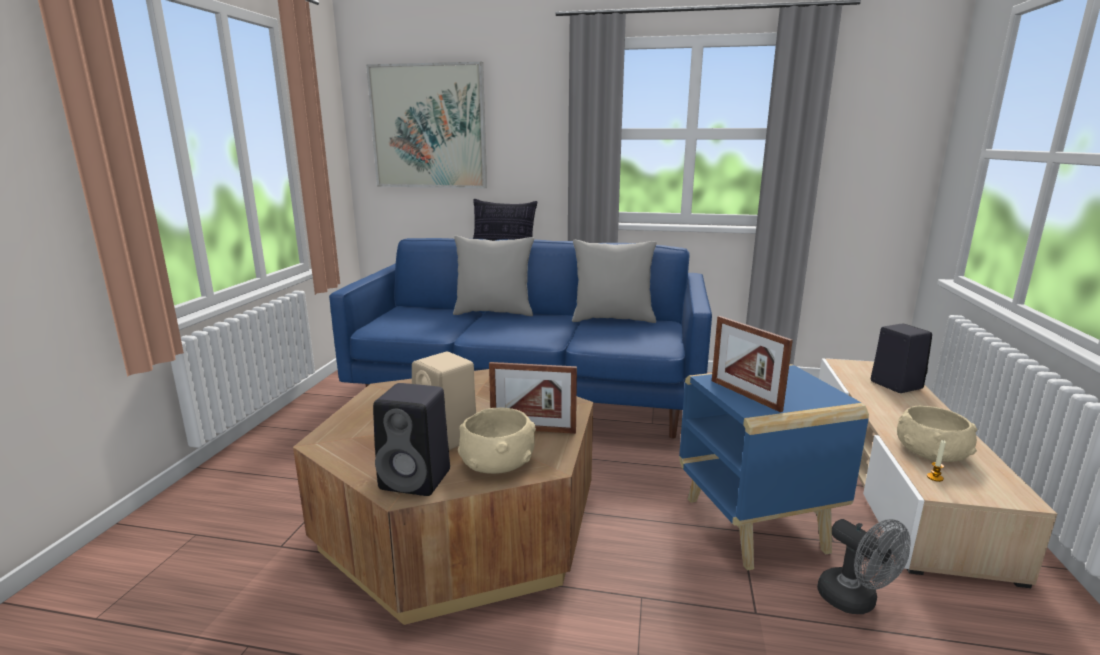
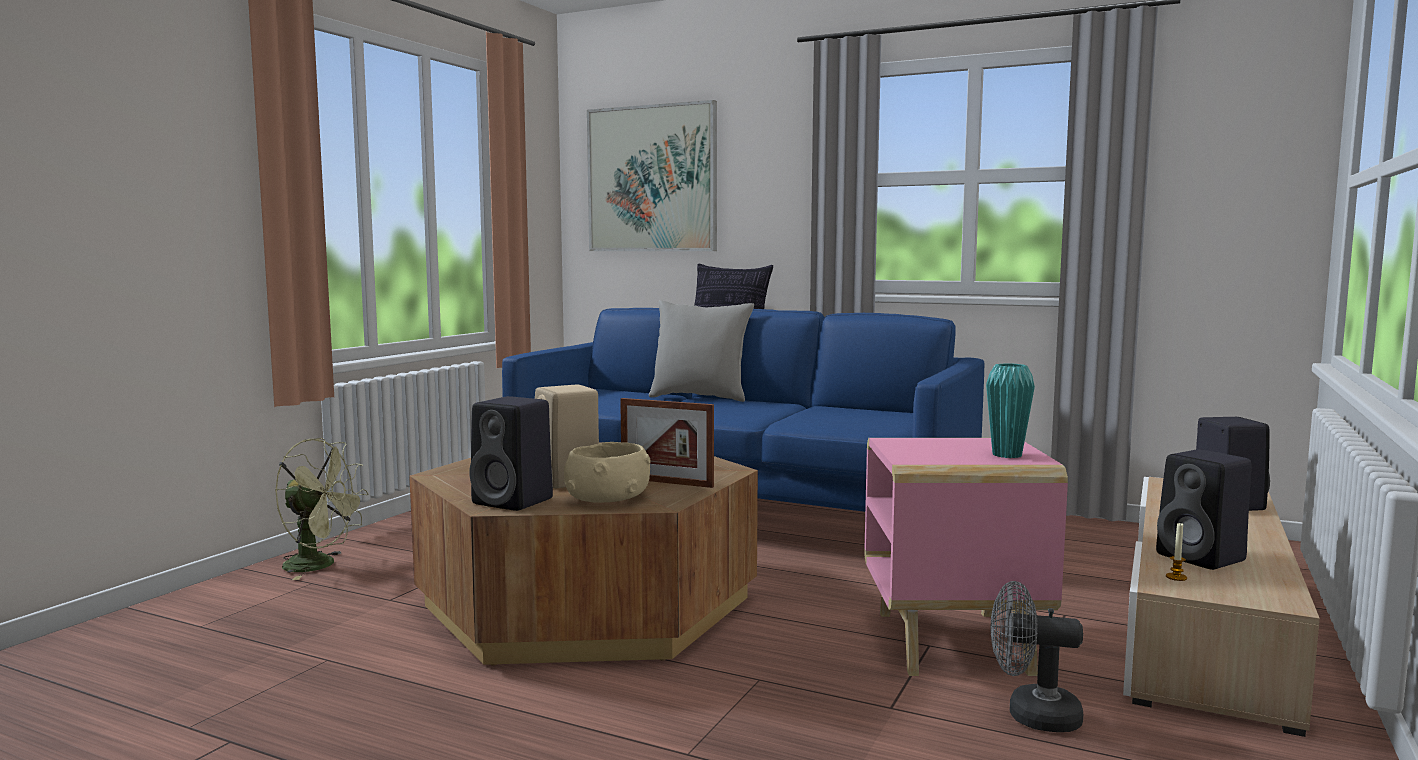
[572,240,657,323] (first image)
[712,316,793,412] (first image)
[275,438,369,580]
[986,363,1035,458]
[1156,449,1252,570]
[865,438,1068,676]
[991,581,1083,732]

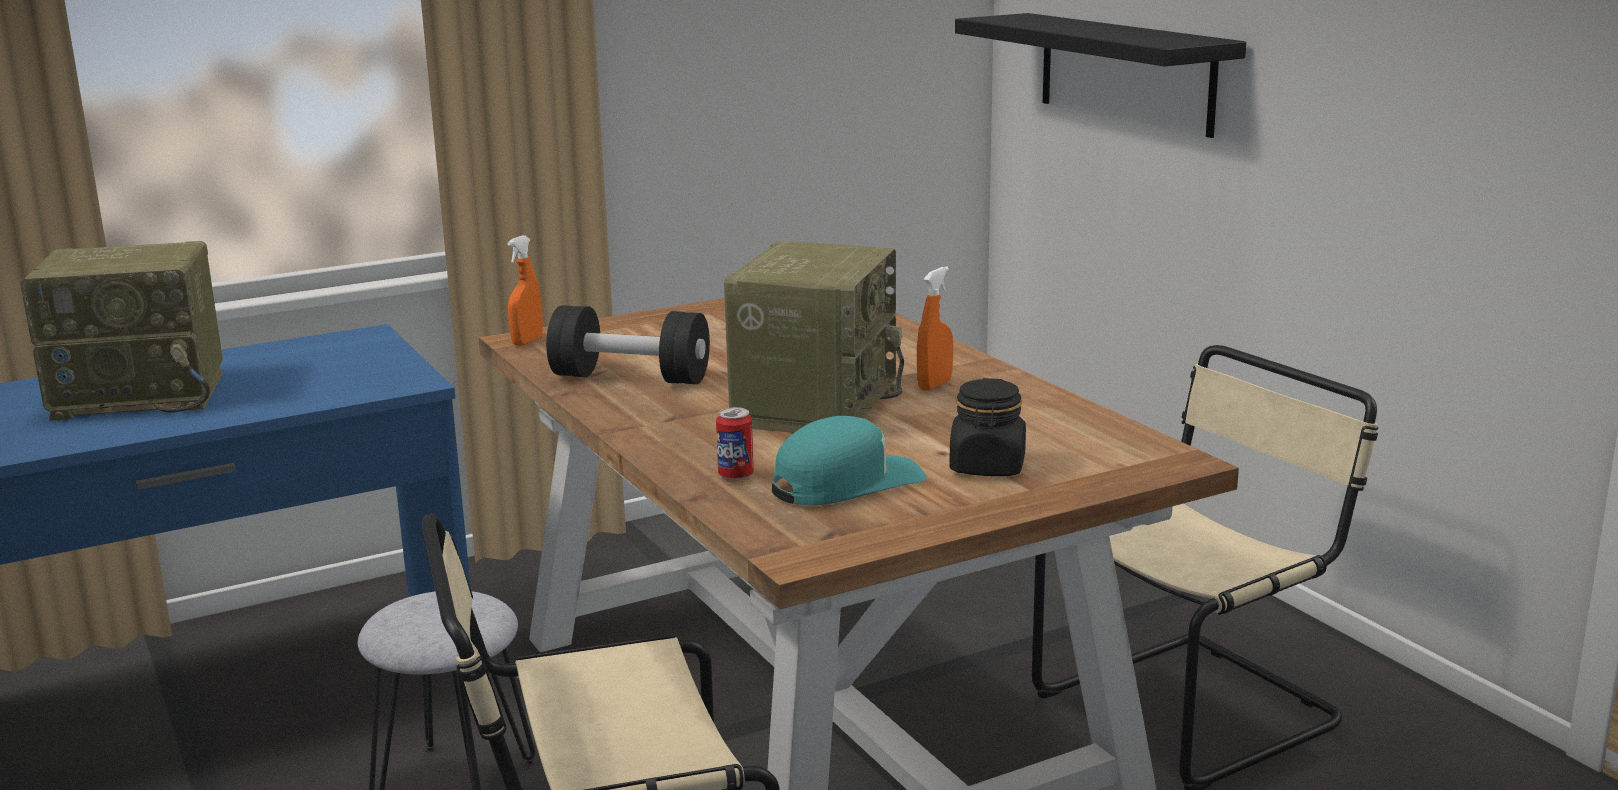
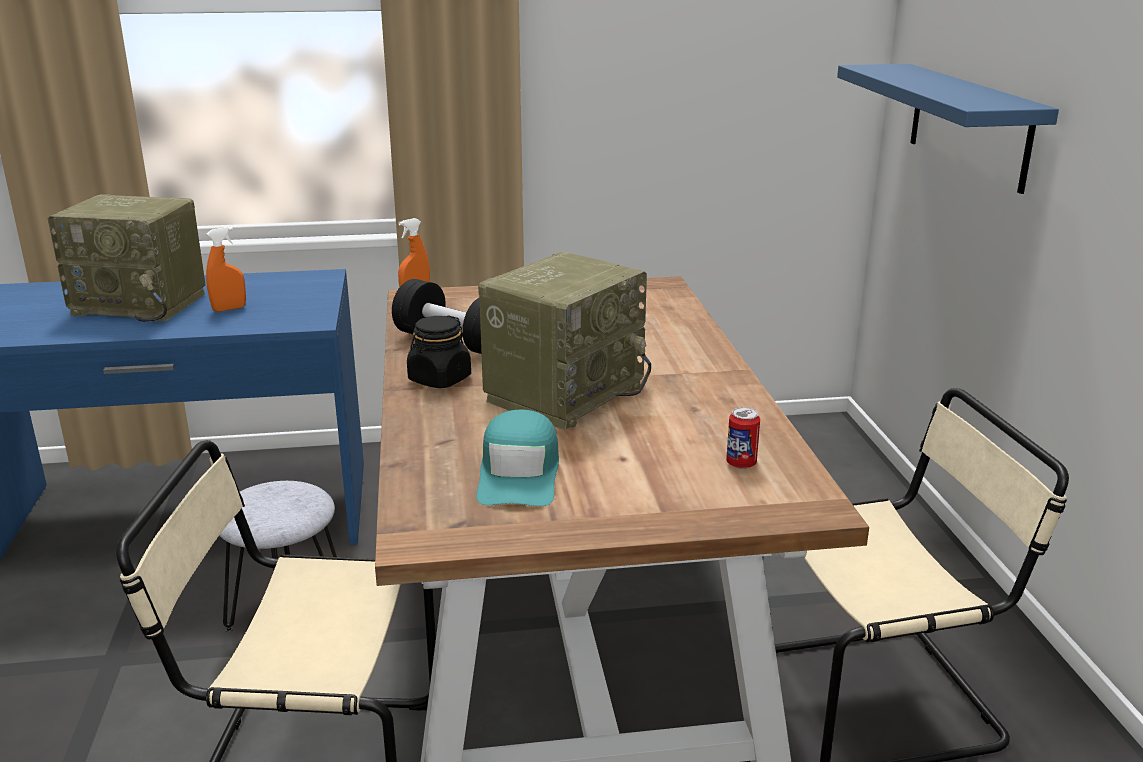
[726,407,760,469]
[206,227,246,312]
[407,315,471,388]
[837,64,1059,194]
[477,409,559,506]

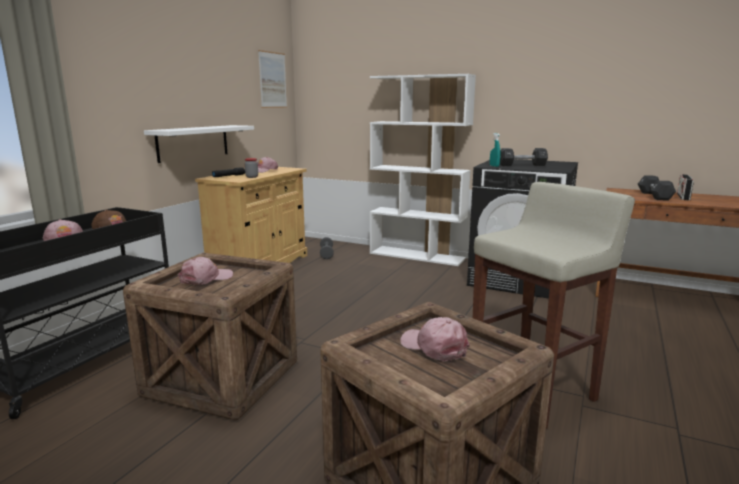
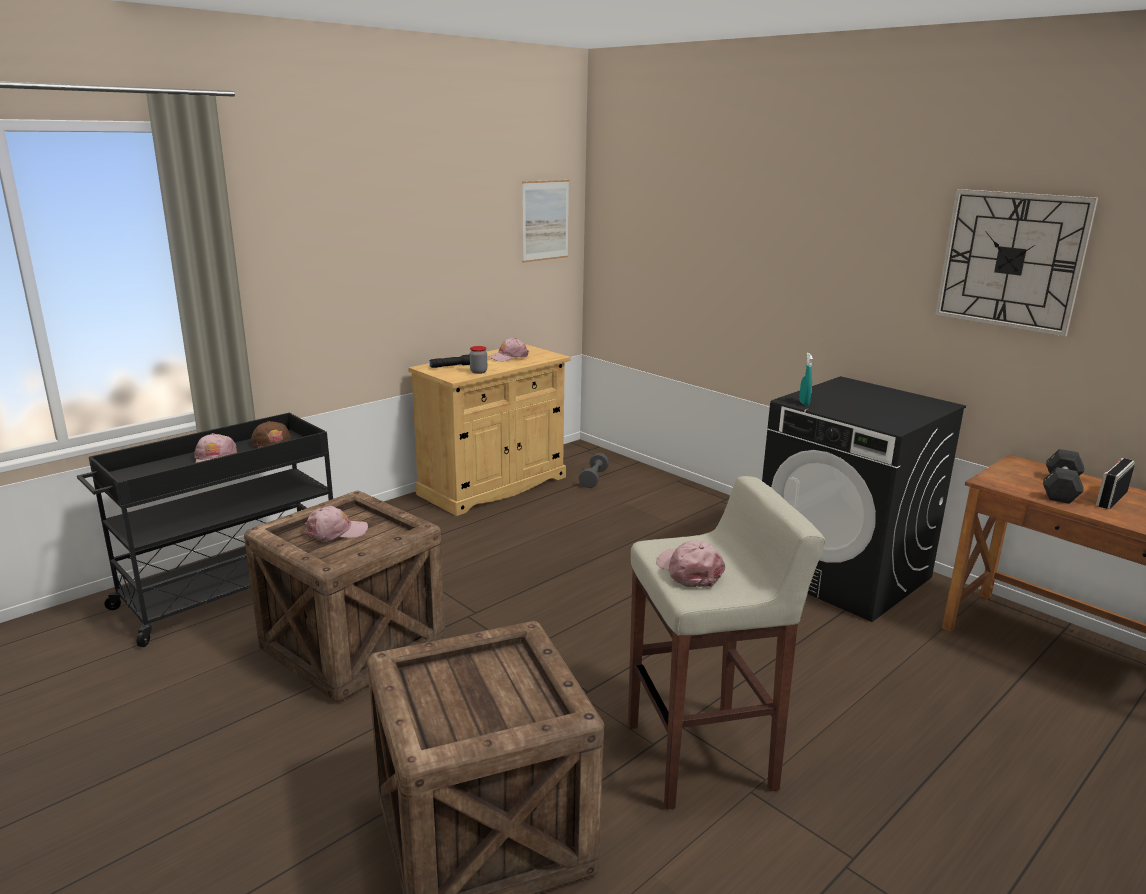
[144,125,254,163] (first image)
[370,74,476,266] (first image)
[500,148,548,166] (first image)
[934,189,1098,337]
[656,541,725,587]

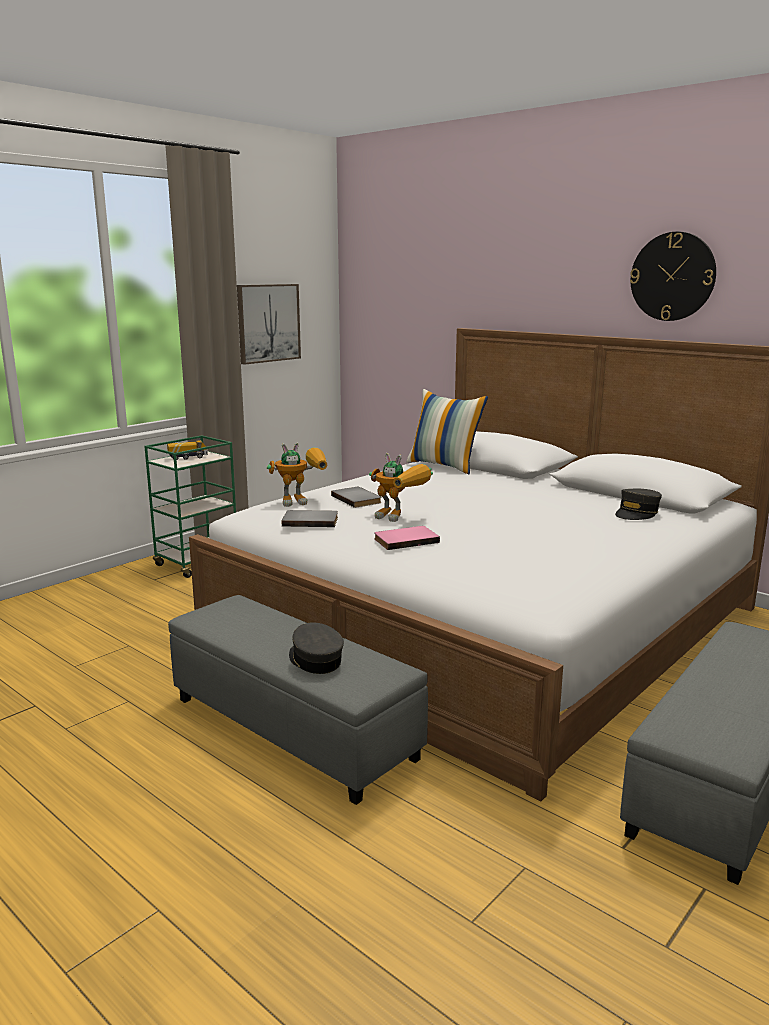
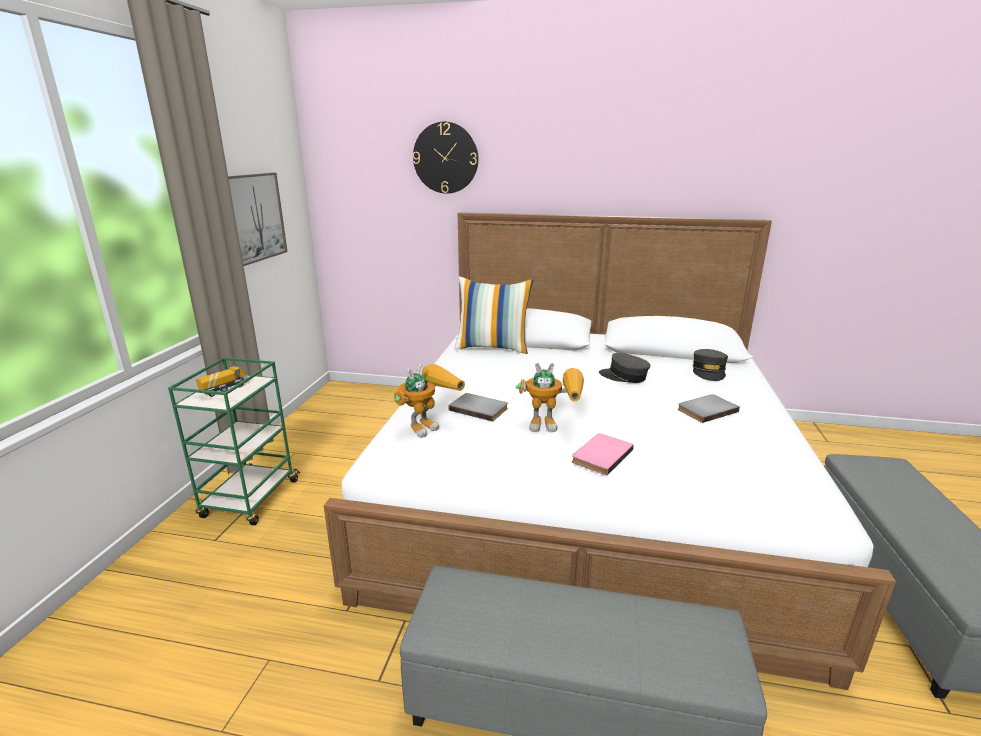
[678,394,740,423]
[599,353,650,383]
[413,122,479,194]

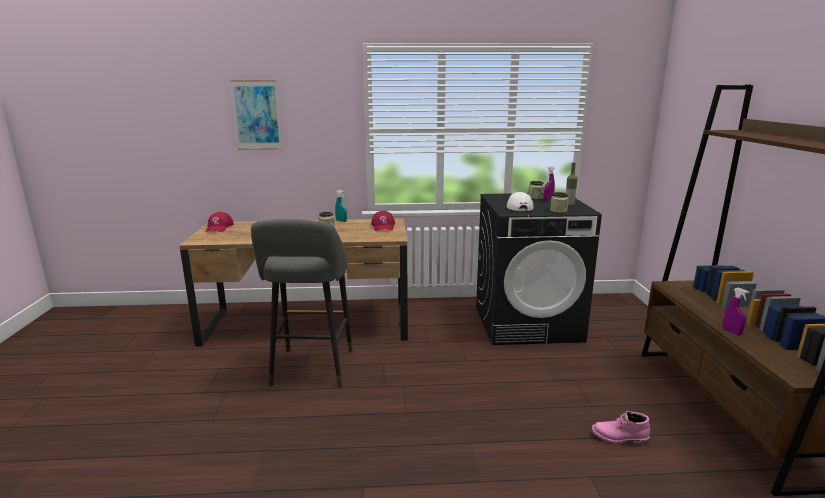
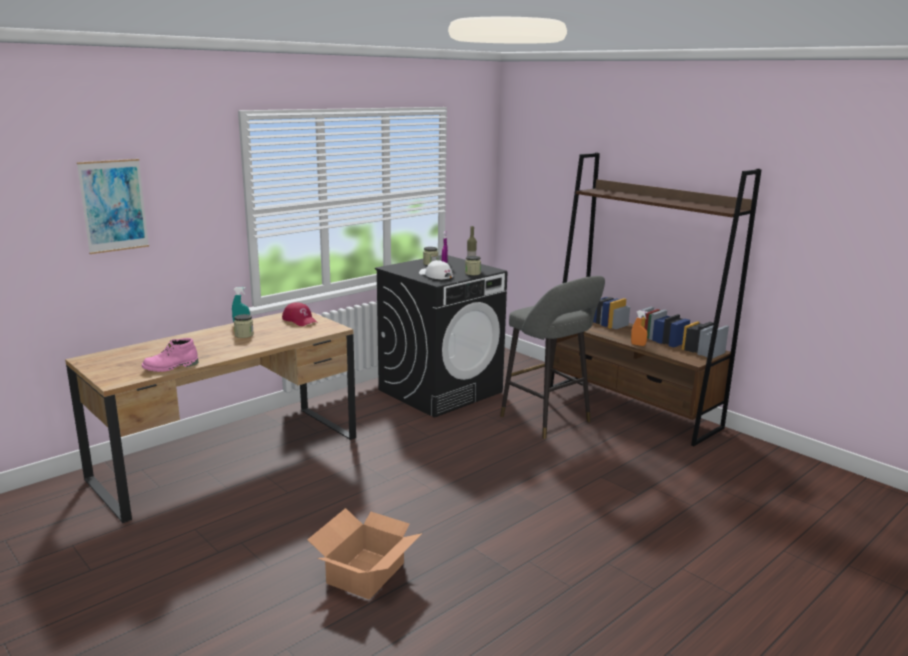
[206,212,234,232] (first image)
[307,508,422,600]
[500,276,605,439]
[142,338,198,372]
[631,311,648,346]

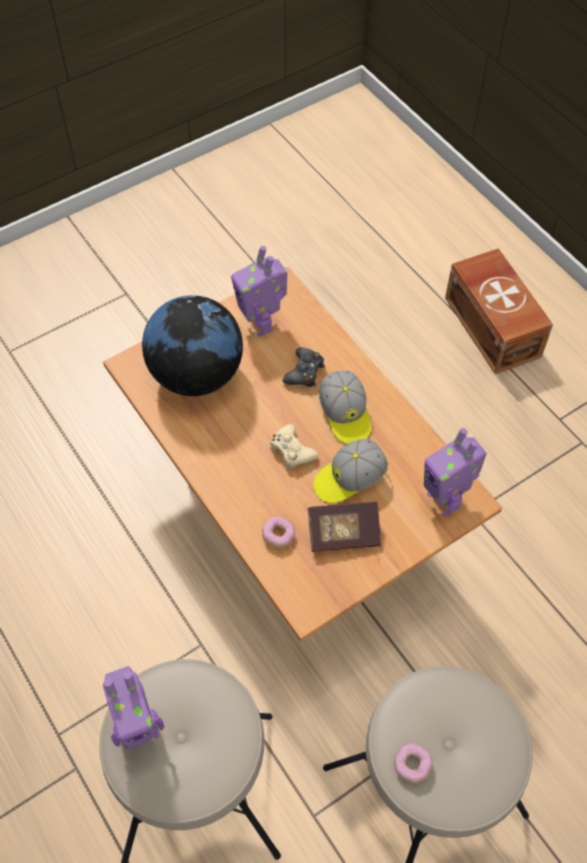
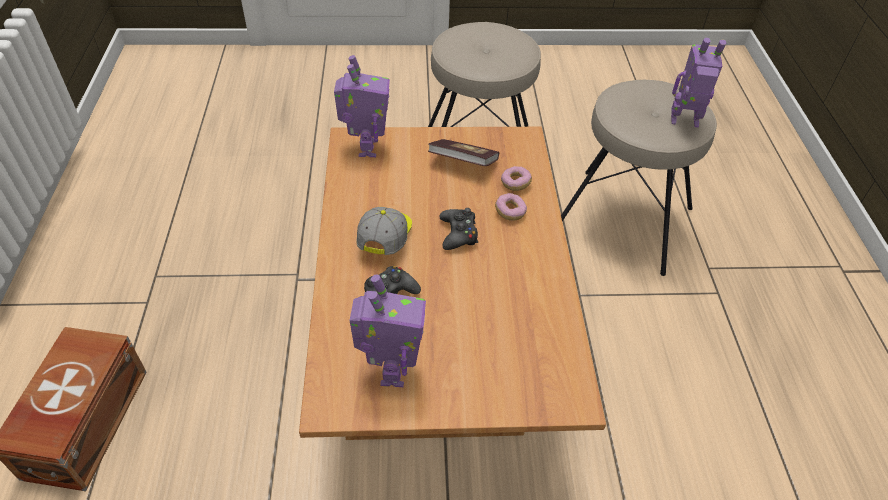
[142,295,243,396] (first image)
[313,439,388,503] (first image)
[495,193,527,221]
[440,208,478,250]

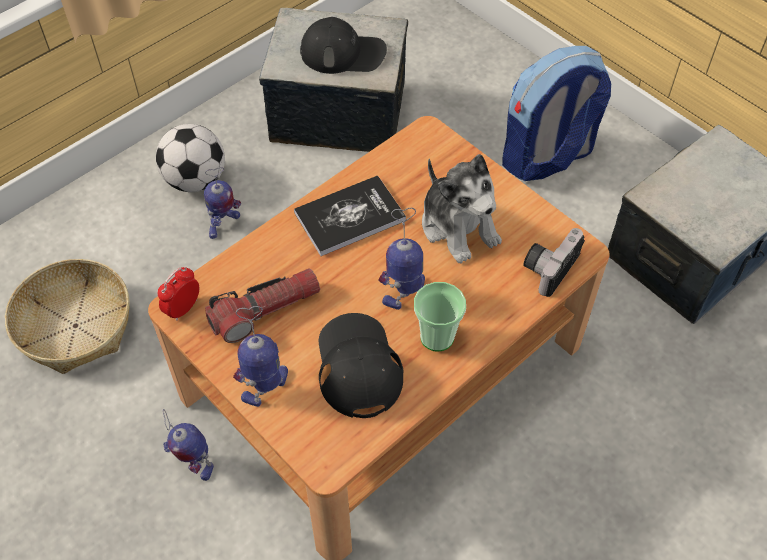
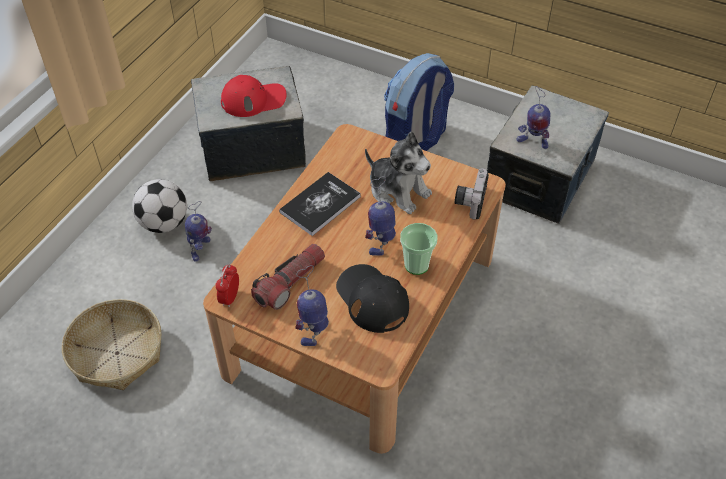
[516,86,551,149]
[221,75,287,117]

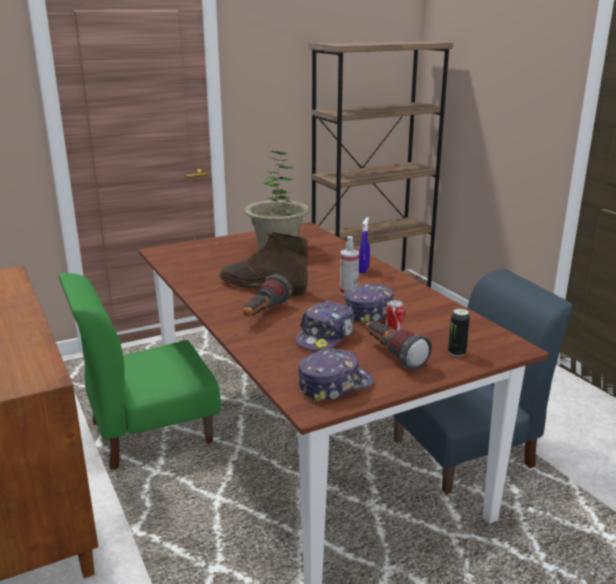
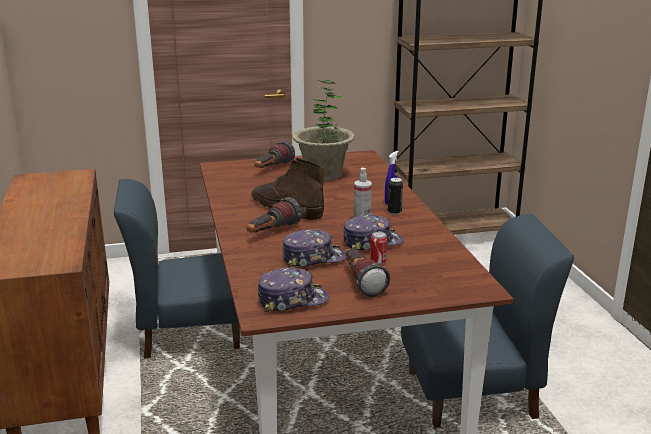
[254,140,295,168]
[388,178,403,215]
[114,179,240,358]
[282,229,346,267]

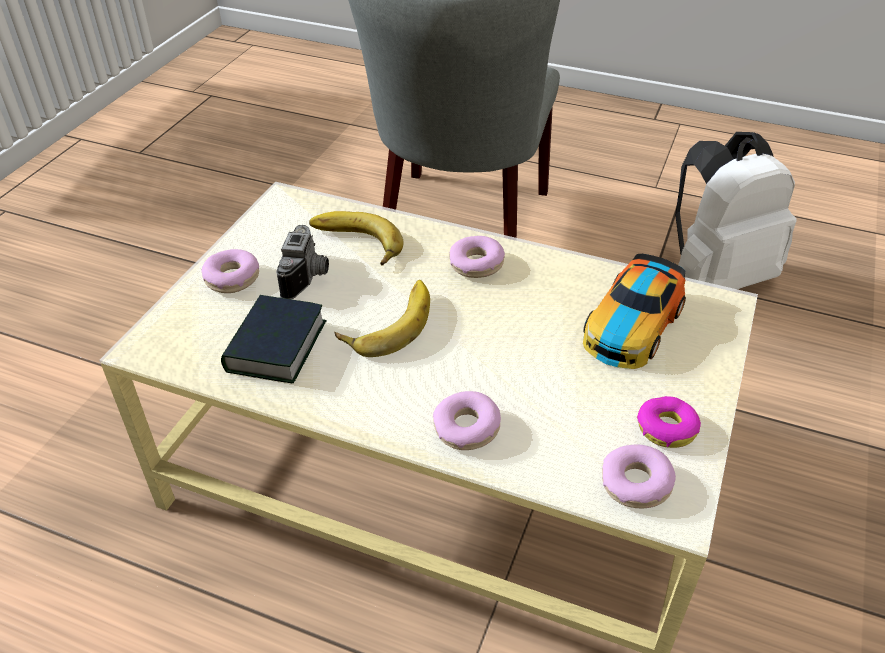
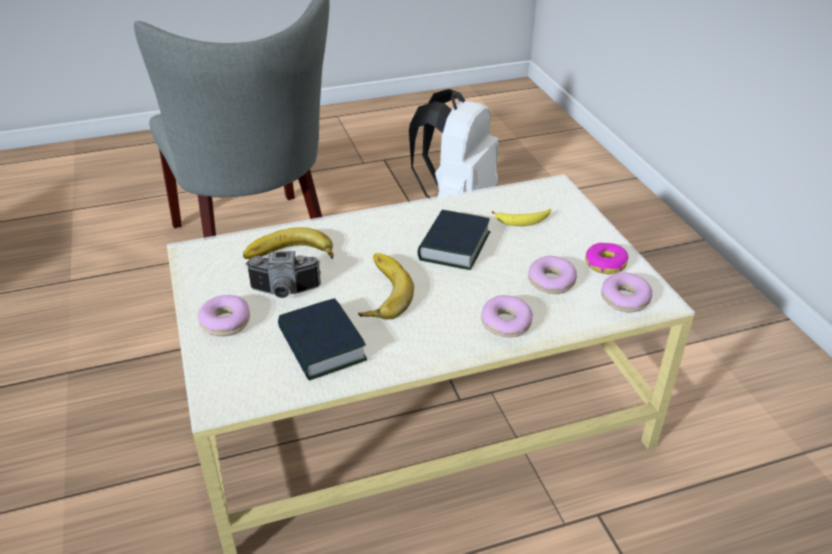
[418,210,490,270]
[528,256,577,294]
[492,209,551,226]
[245,251,321,298]

